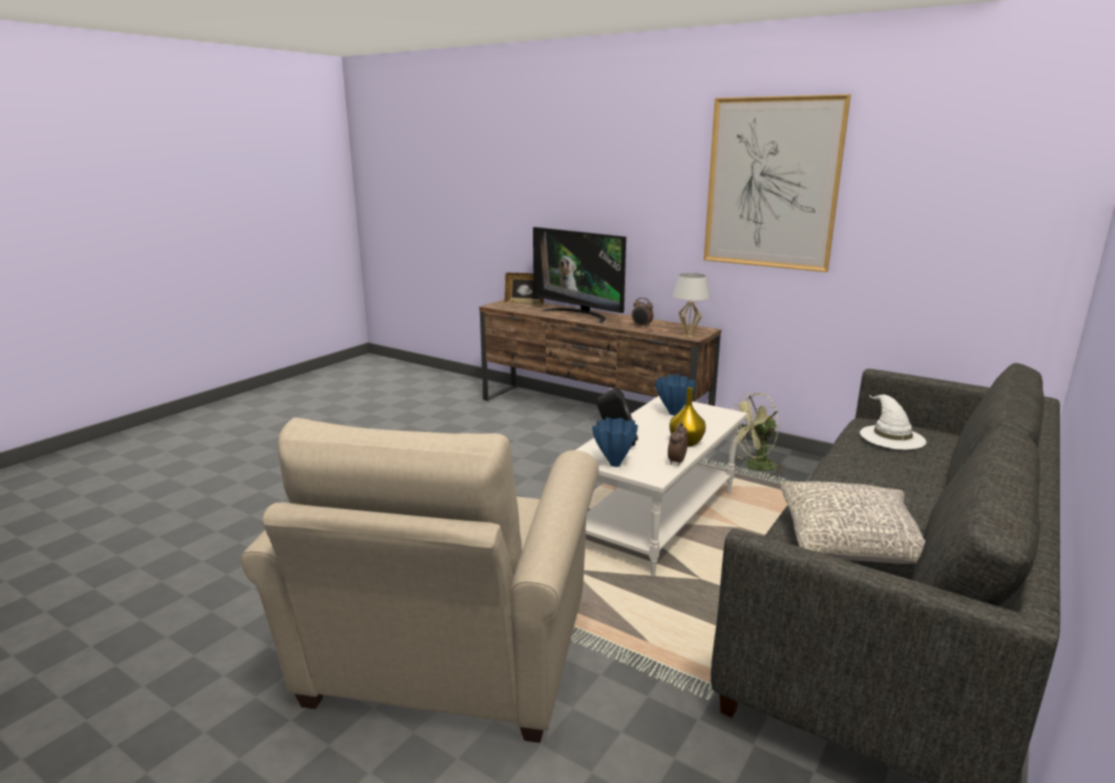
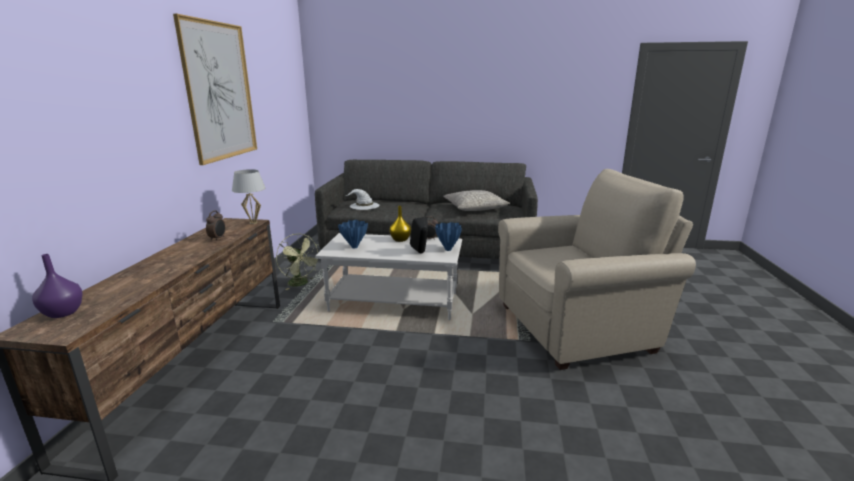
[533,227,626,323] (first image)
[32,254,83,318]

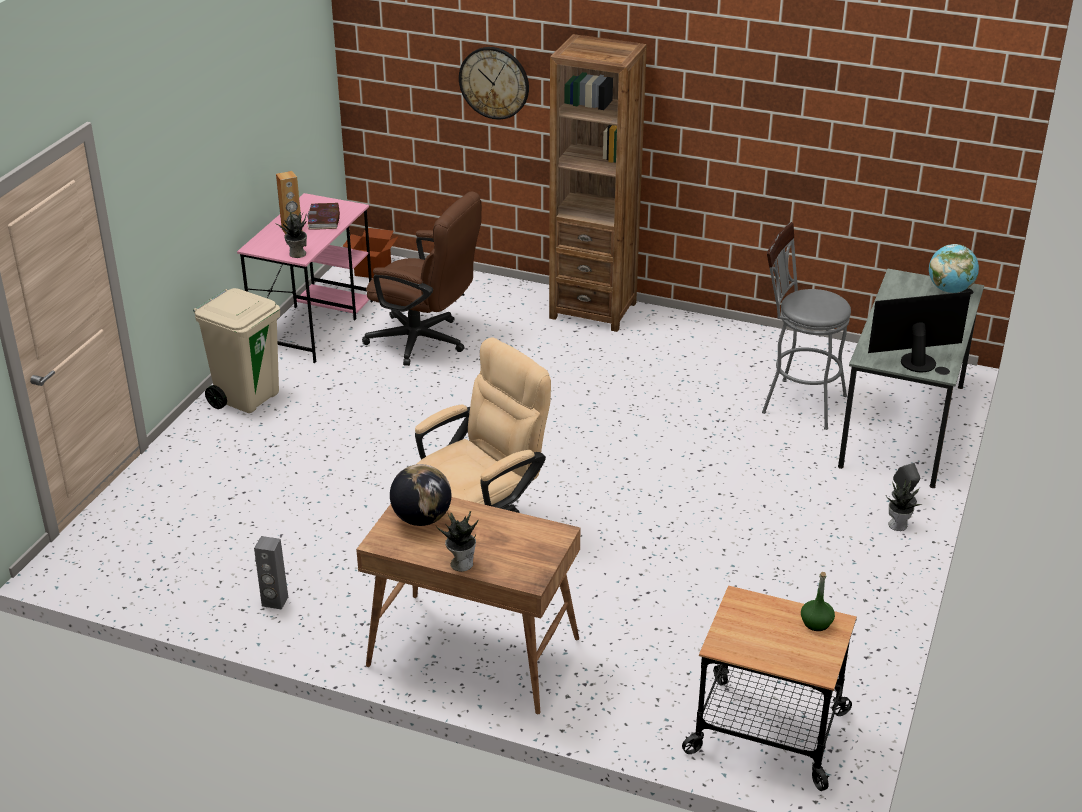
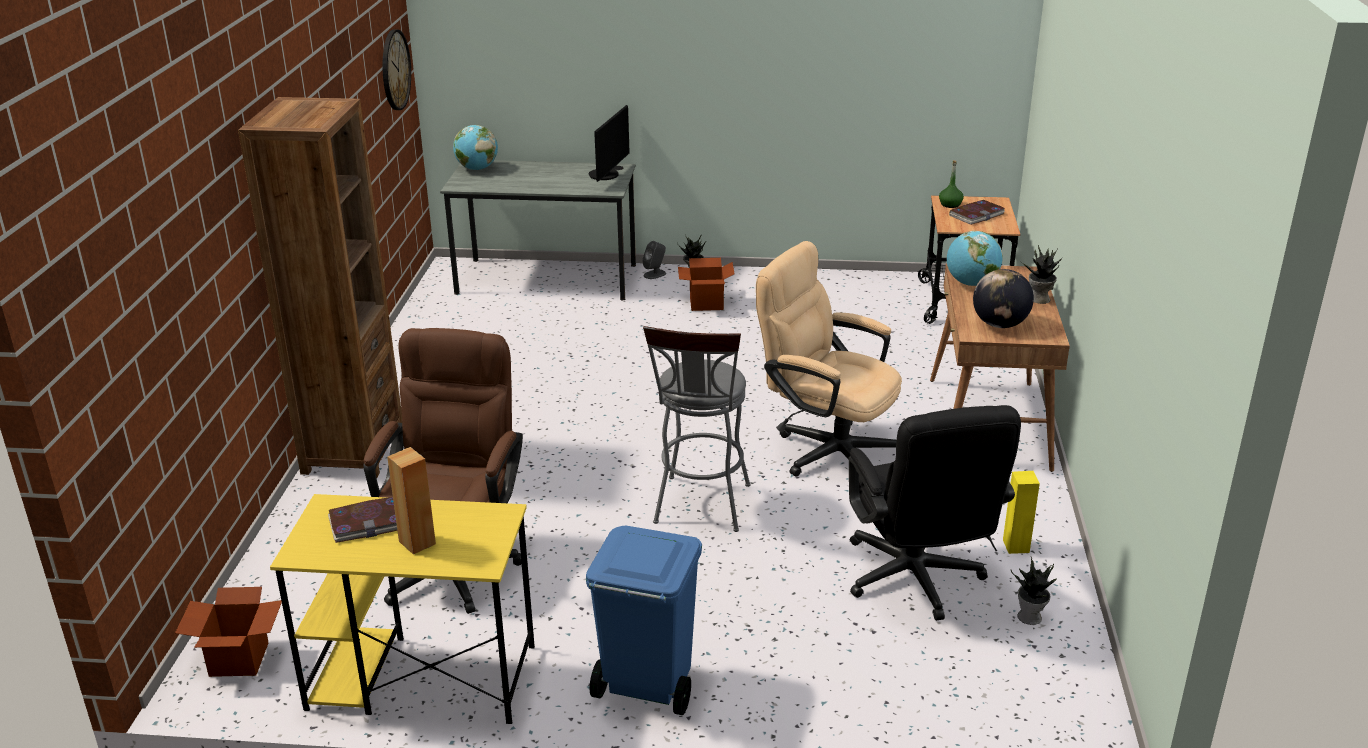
[678,258,735,311]
[849,405,1021,620]
[947,231,1003,286]
[949,200,1005,225]
[1011,557,1057,625]
[383,29,411,110]
[643,326,750,532]
[586,525,702,715]
[270,494,535,724]
[1003,471,1040,554]
[589,105,630,182]

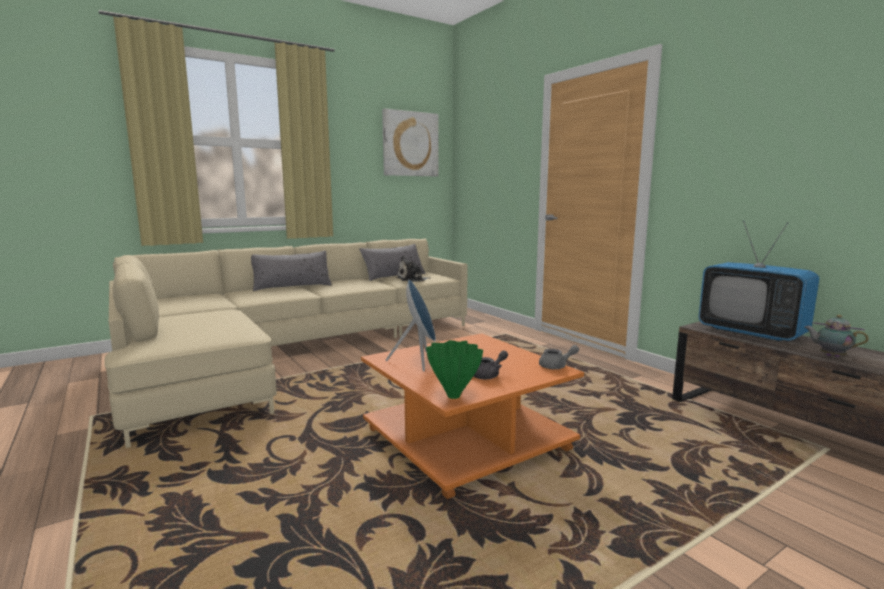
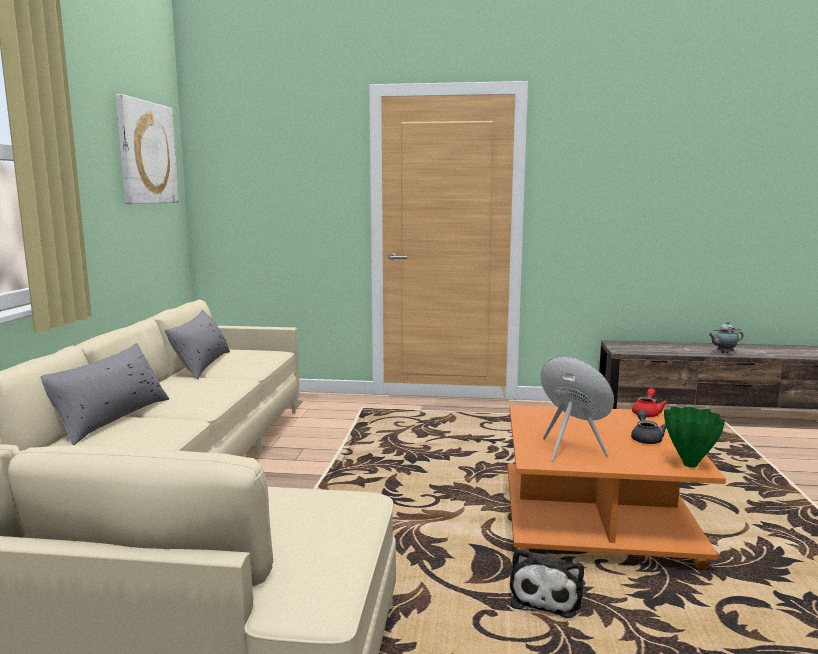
[698,221,820,341] (first image)
[510,548,584,618]
[632,388,668,417]

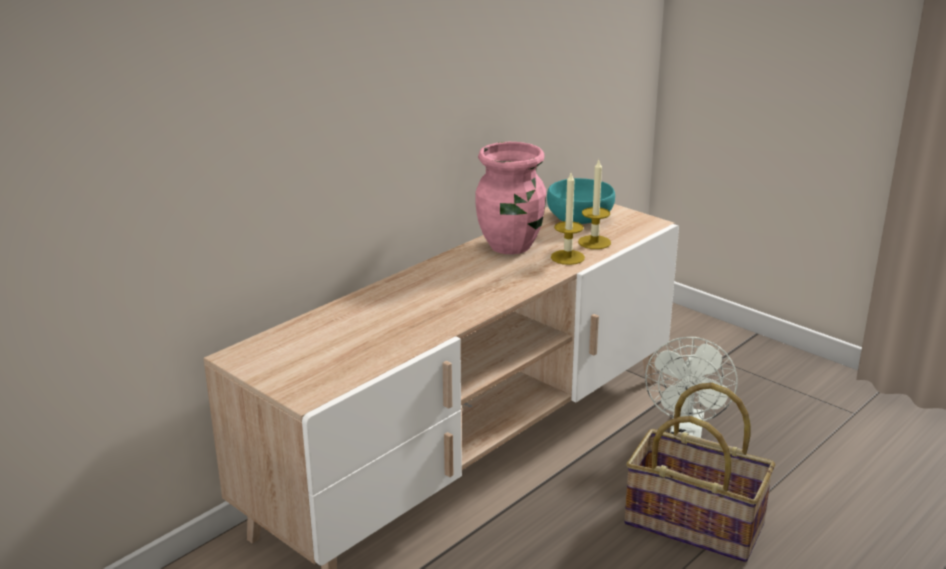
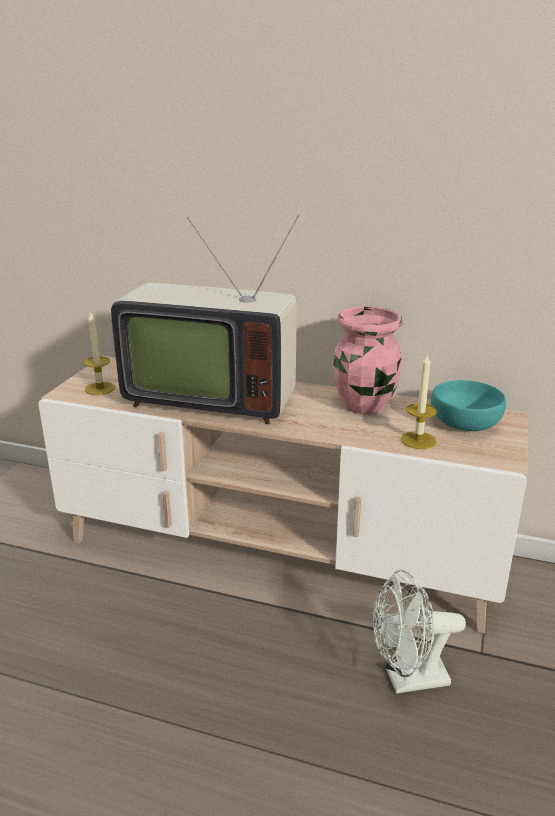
[624,383,775,562] (first image)
[111,215,299,424]
[84,311,115,395]

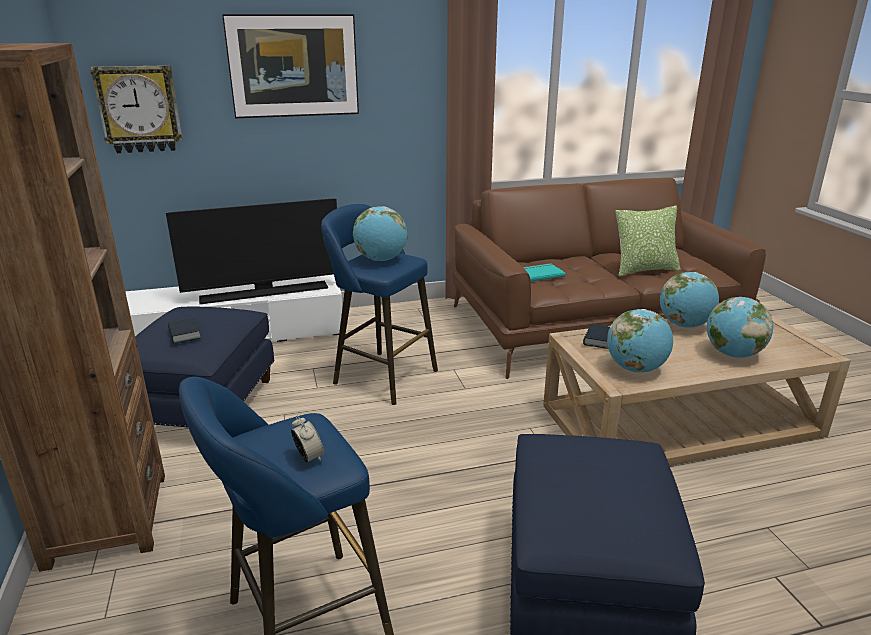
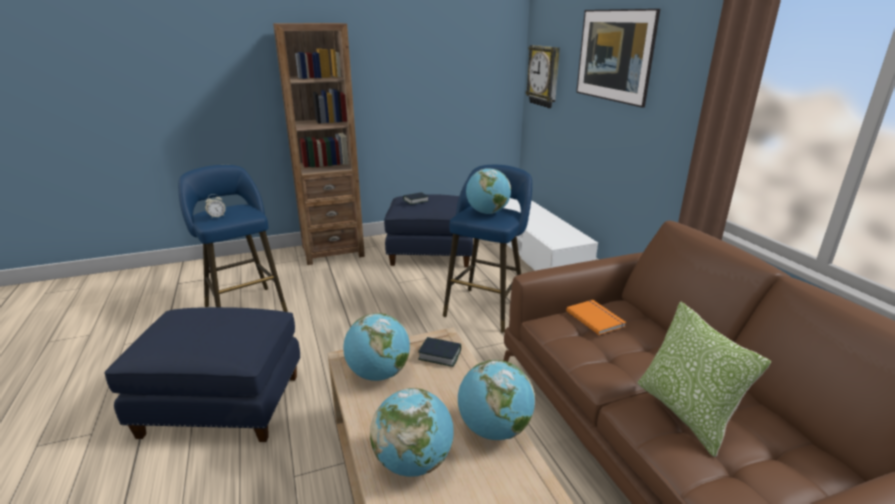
[166,198,337,304] (first image)
[566,300,626,335]

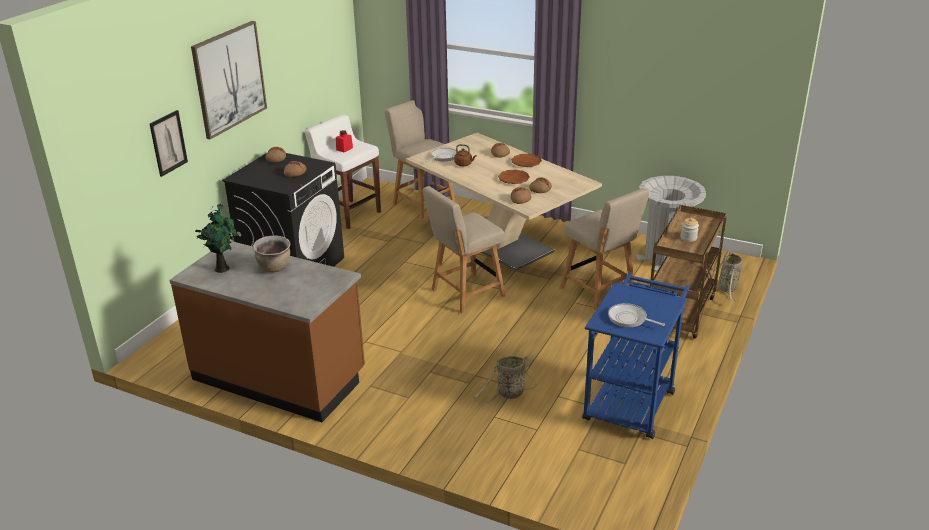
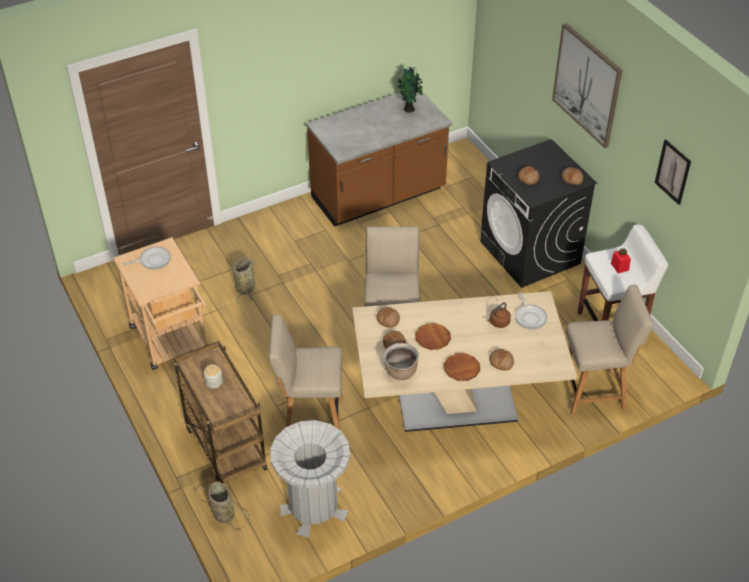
[655,139,691,205]
[383,343,419,380]
[113,237,208,370]

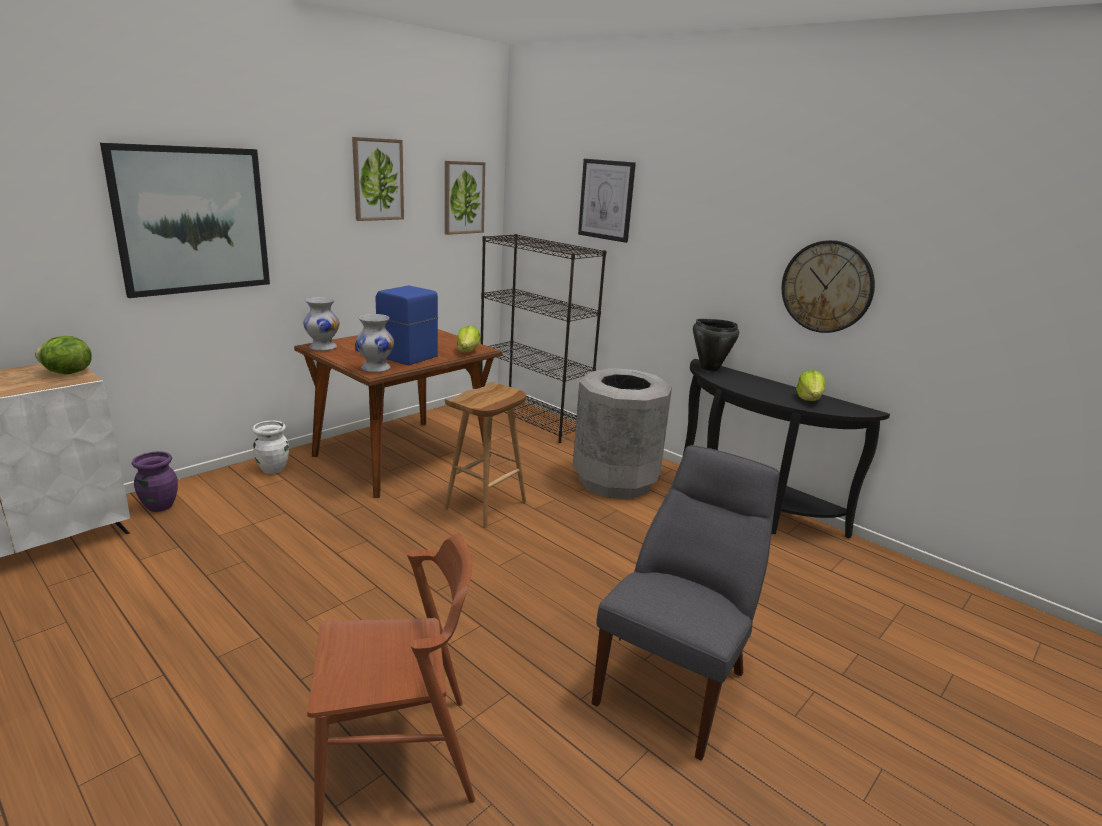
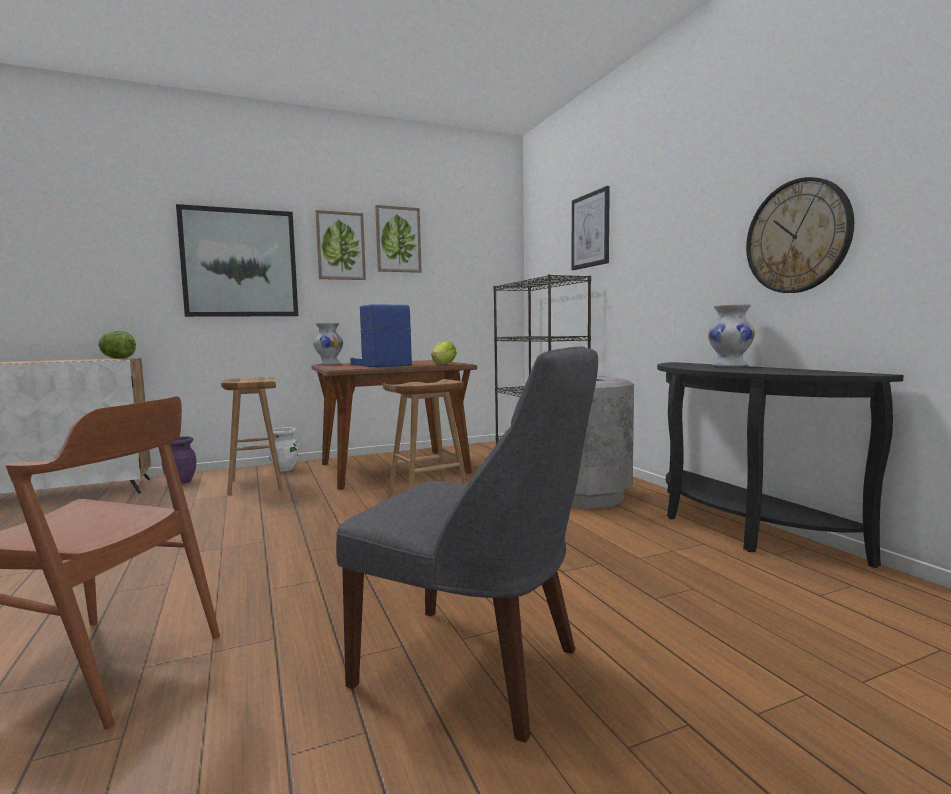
[693,319,739,371] (first image)
[796,370,825,401] (first image)
[221,377,282,495]
[708,304,755,367]
[316,210,366,280]
[336,347,598,742]

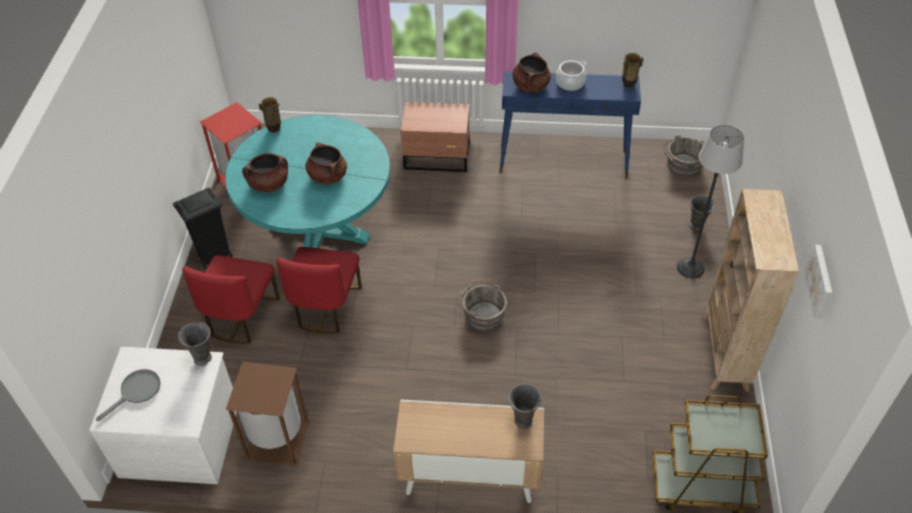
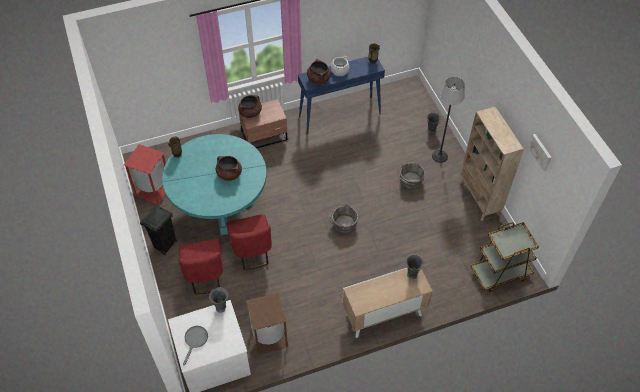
[238,95,262,118]
[397,162,426,190]

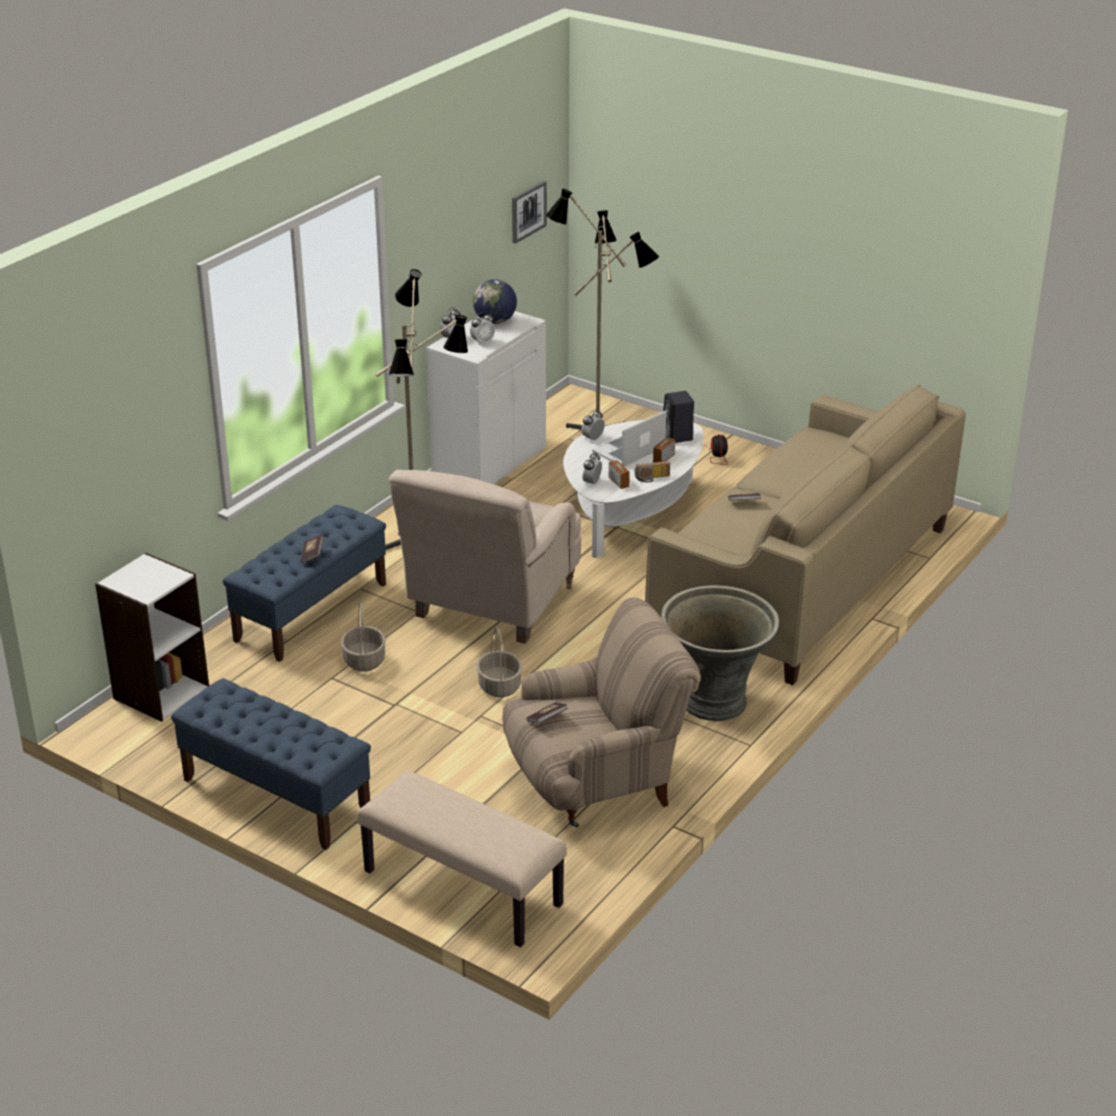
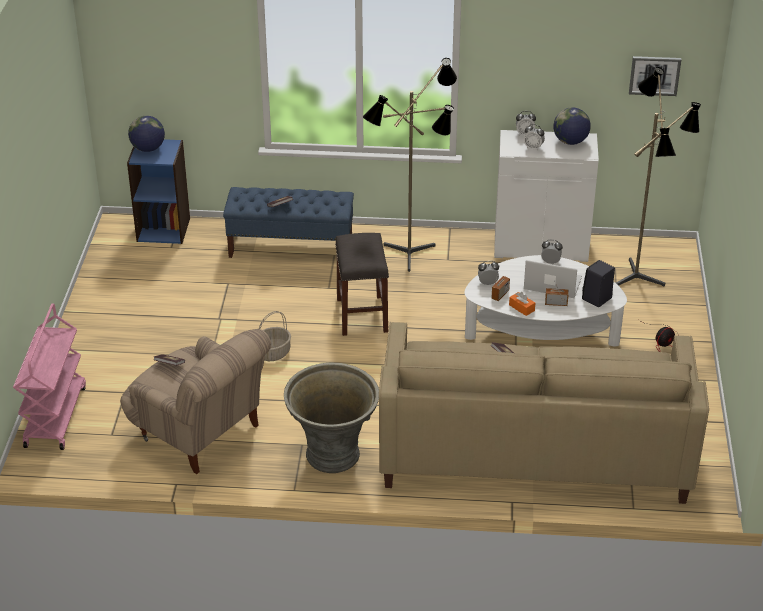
[171,678,371,850] (first image)
[341,602,386,672] (first image)
[128,116,165,152]
[13,304,86,450]
[335,233,389,336]
[509,292,535,316]
[127,139,190,244]

